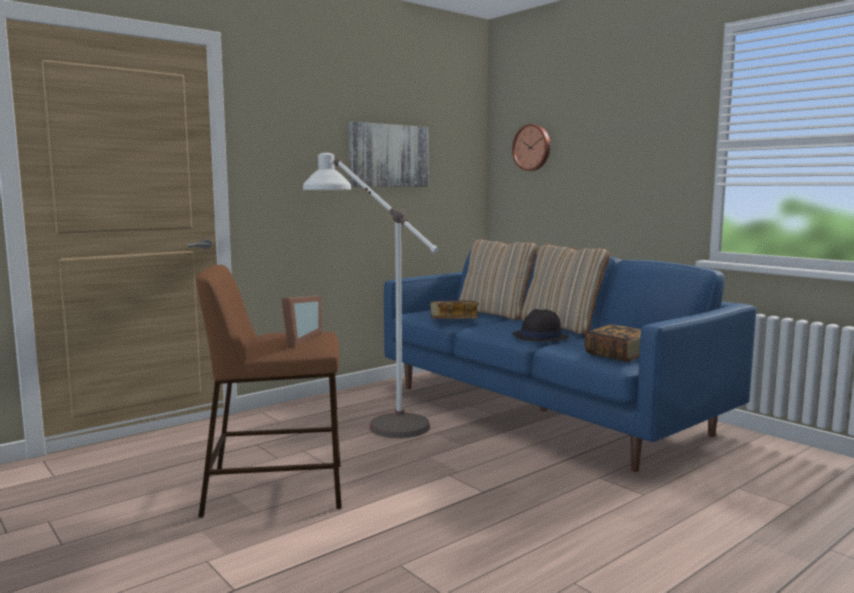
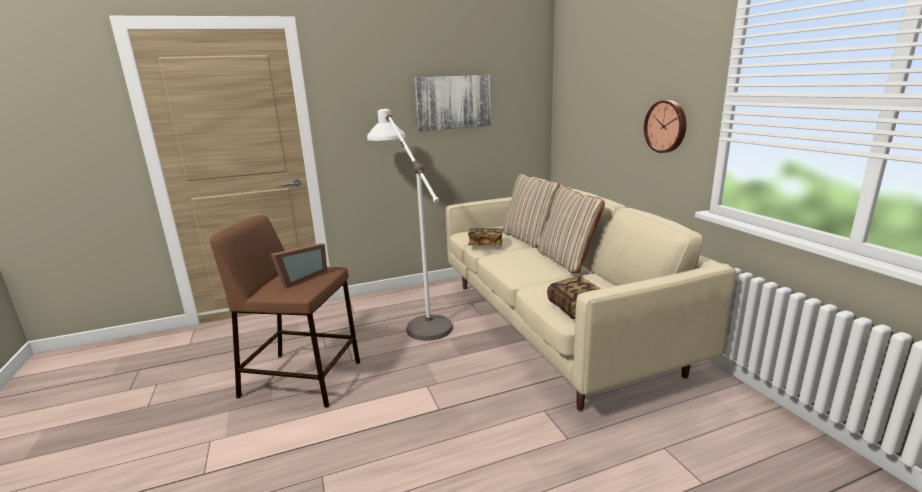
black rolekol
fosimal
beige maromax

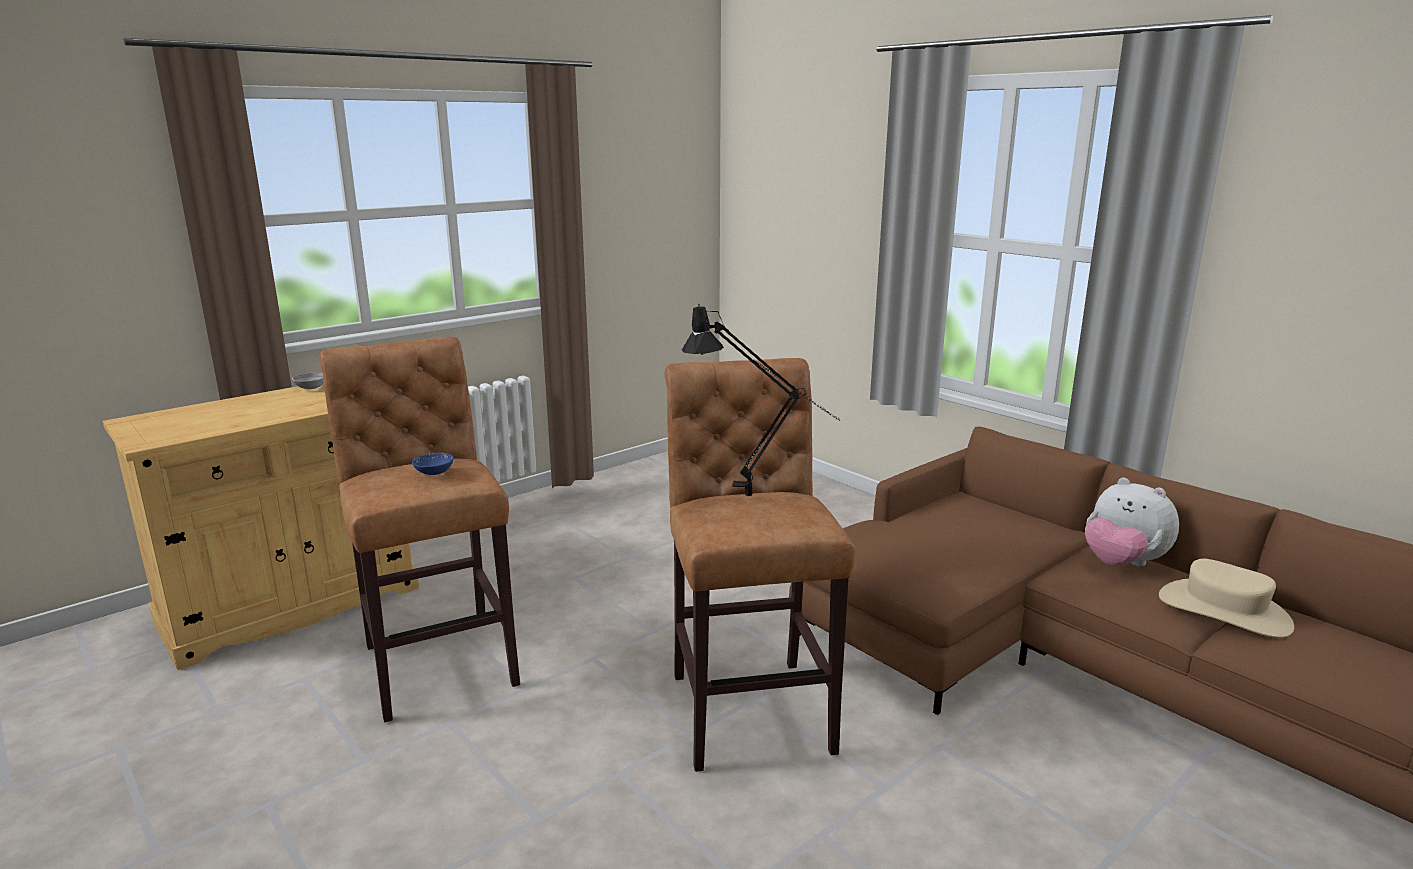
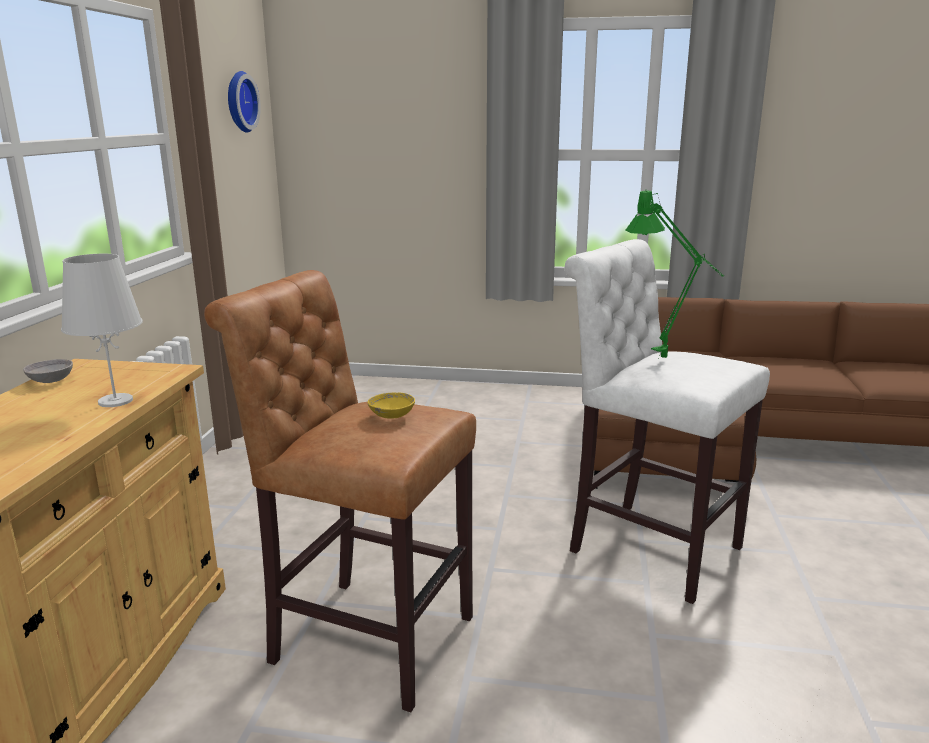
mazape
beige rolekol
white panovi
fosimal
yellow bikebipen
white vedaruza
green panovi

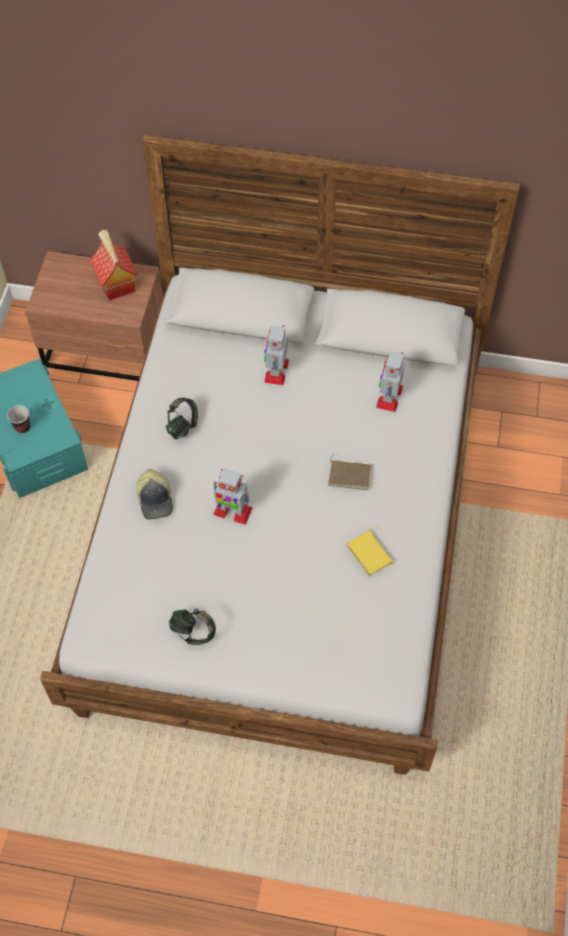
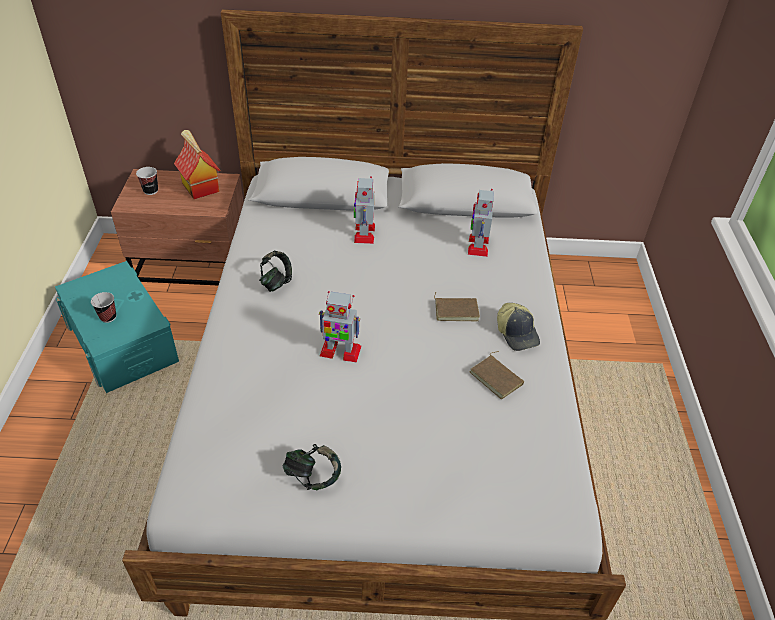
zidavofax (2nd from left)
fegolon
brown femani (2nd from left)

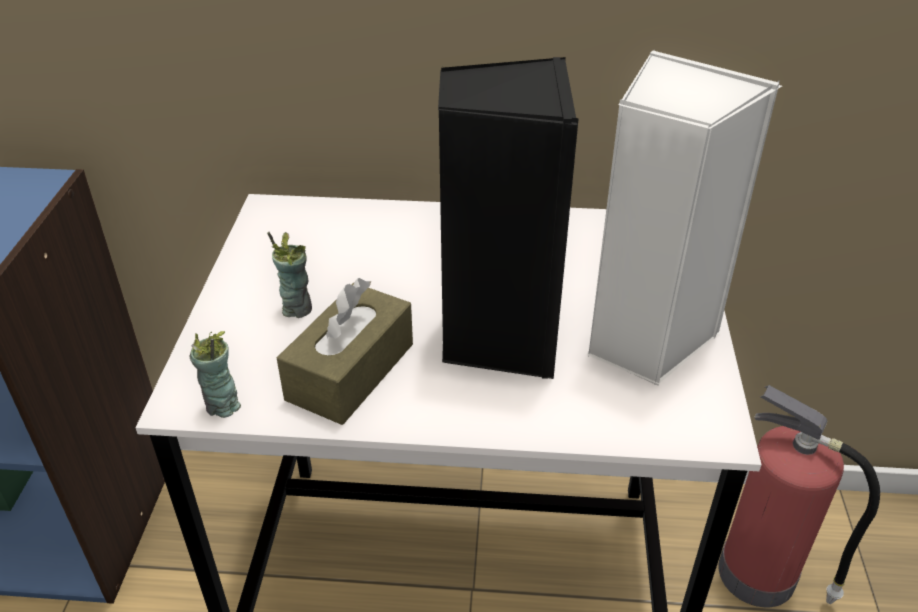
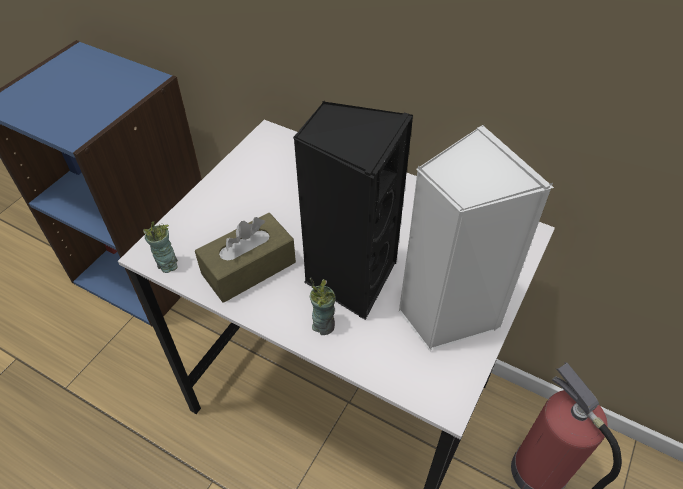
zidavofax (2nd from left)

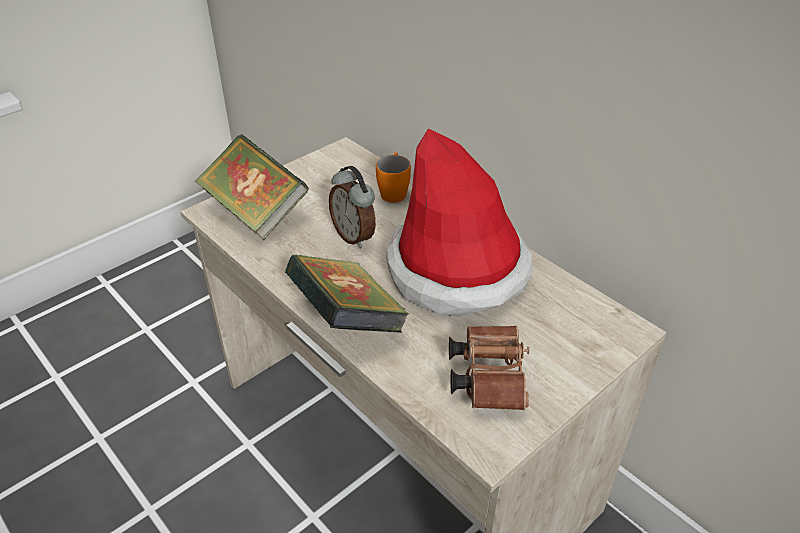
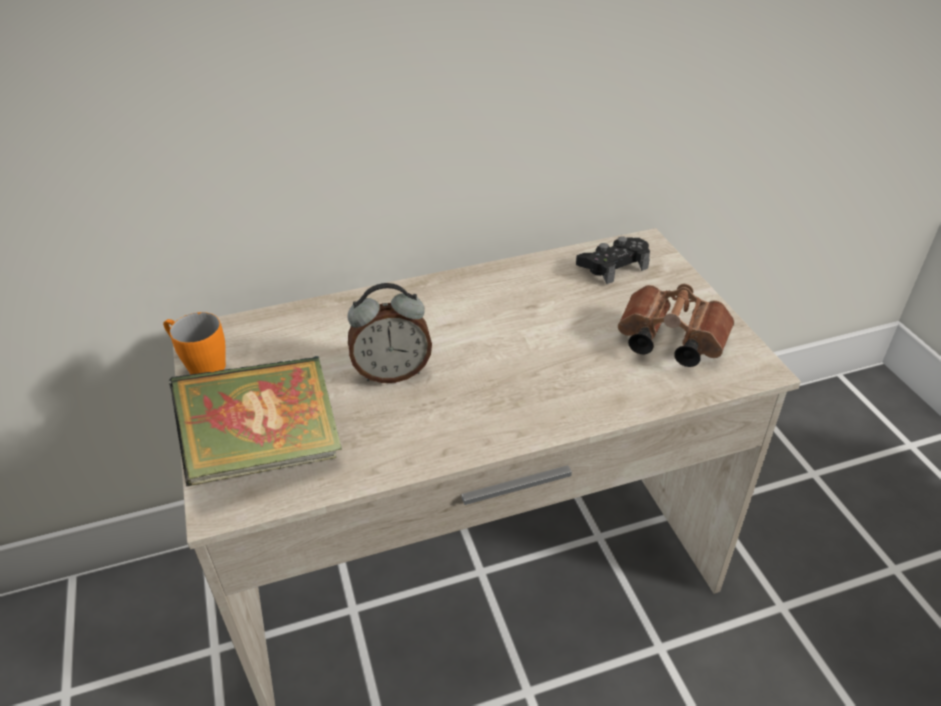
femani (2nd from left in the first image)
rolekol
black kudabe
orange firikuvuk

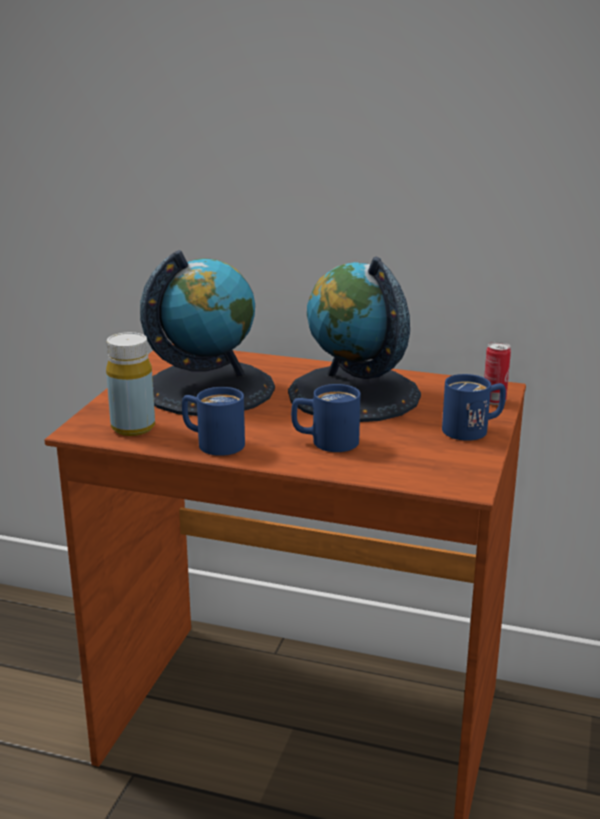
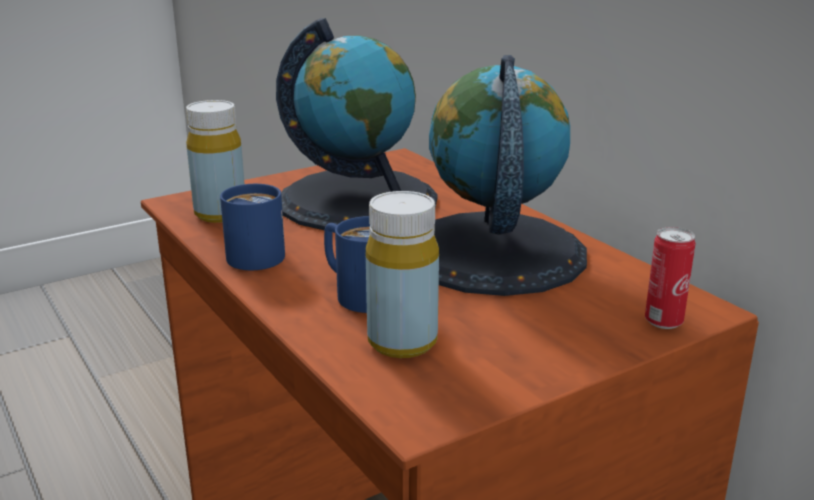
blue firikuvuk (3rd from left in the first image)
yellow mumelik (2nd from left)

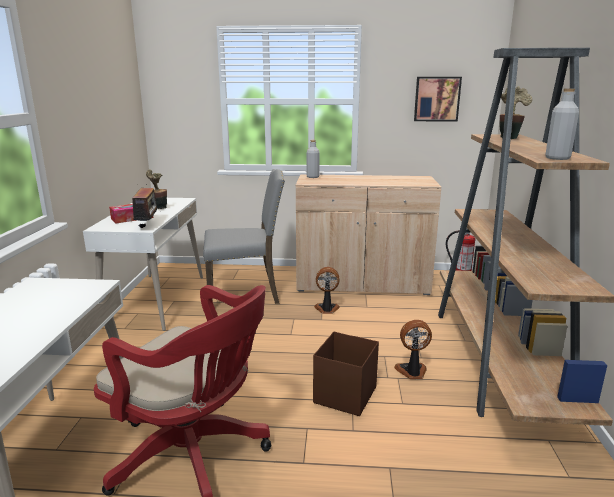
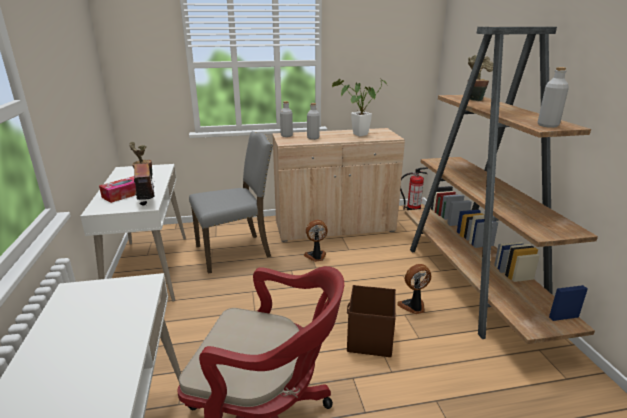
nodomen
grey mumelik (2nd from left)
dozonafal (2nd from left)

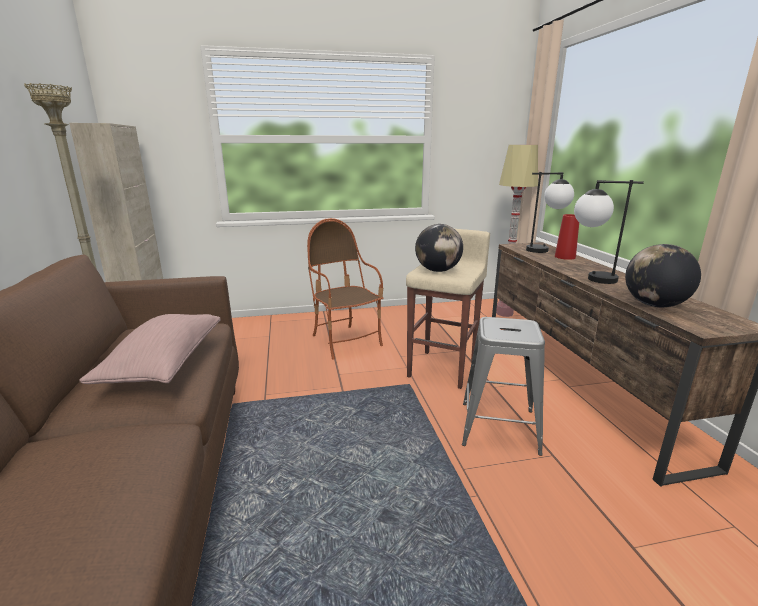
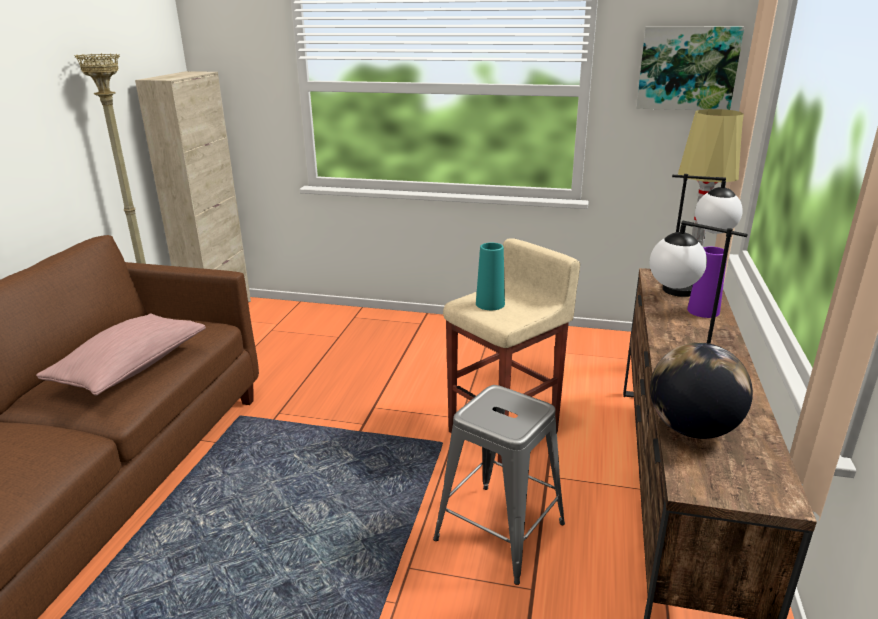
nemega
nodomen
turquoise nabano
purple nabano

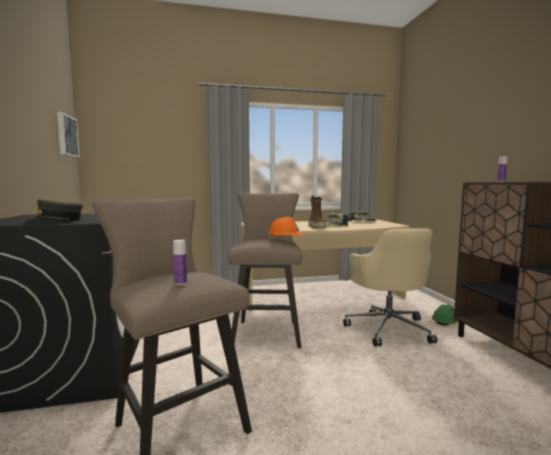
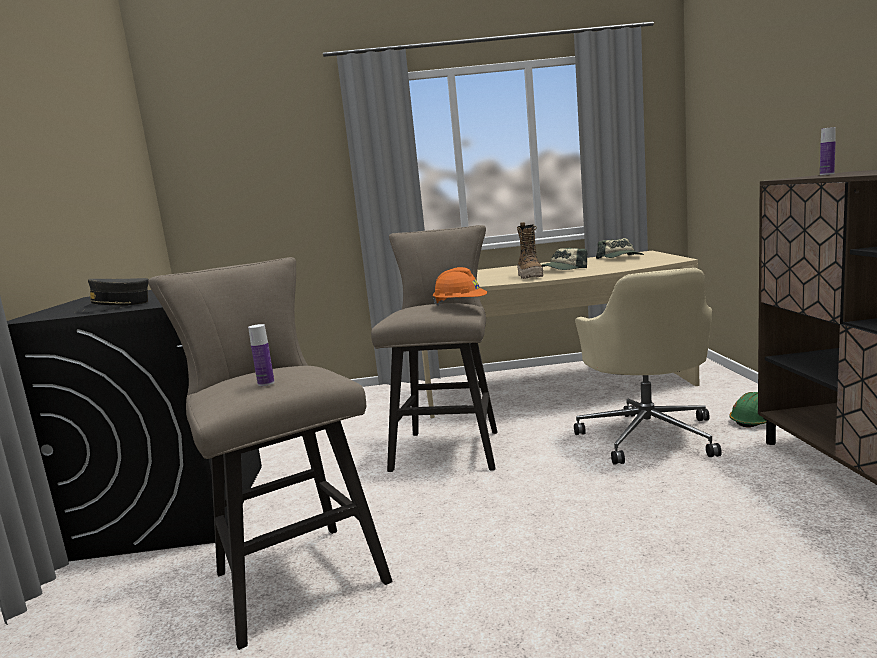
nodomen

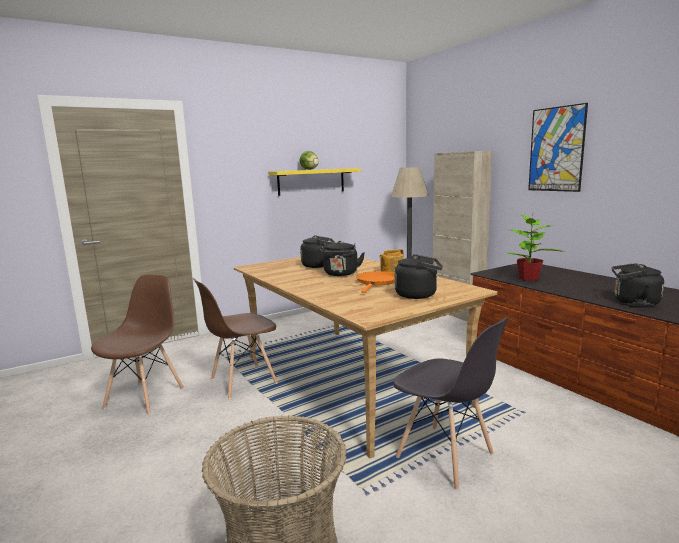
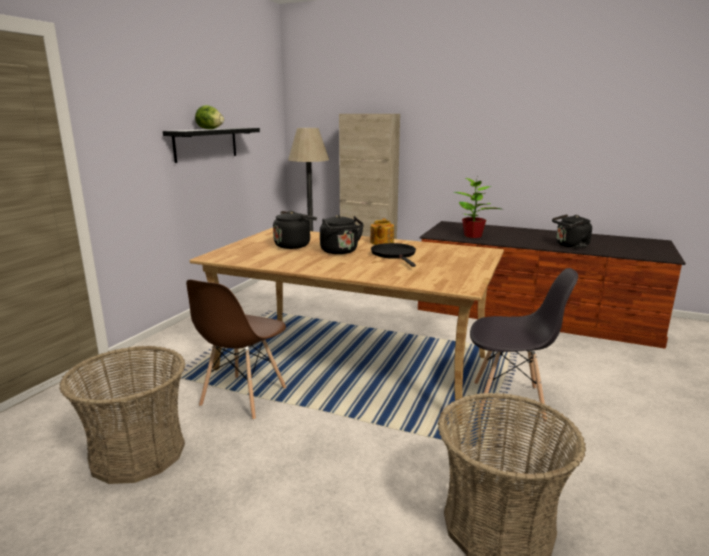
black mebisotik (3rd from left in the first image)
nodomen
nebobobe (1st from left)
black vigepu
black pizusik

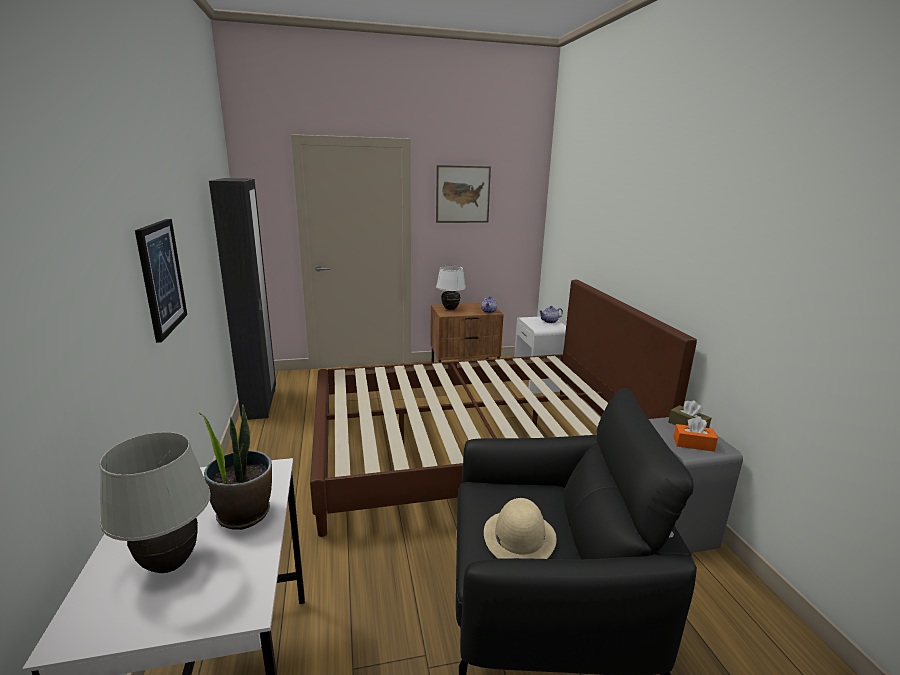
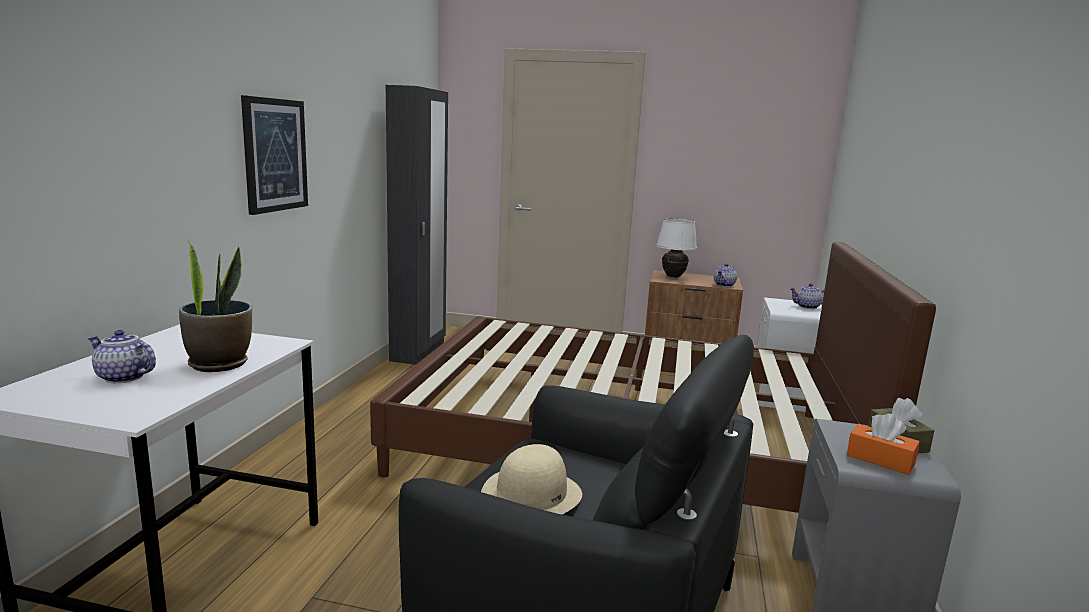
nodomen (2nd from left in the first image)
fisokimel (1st from left)

